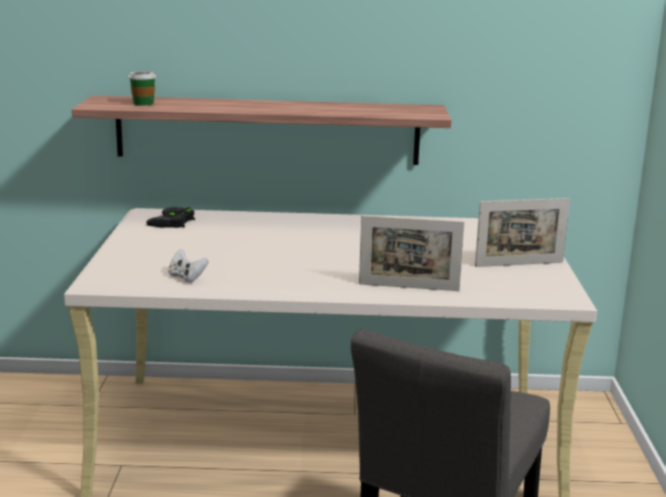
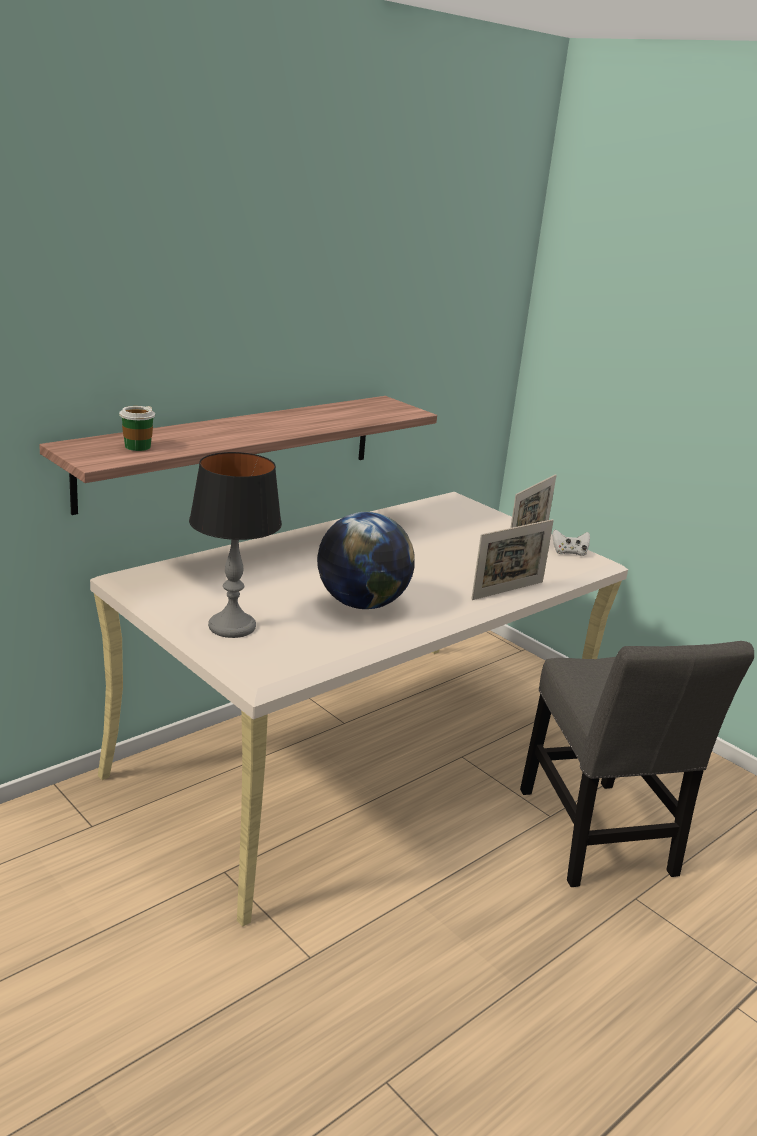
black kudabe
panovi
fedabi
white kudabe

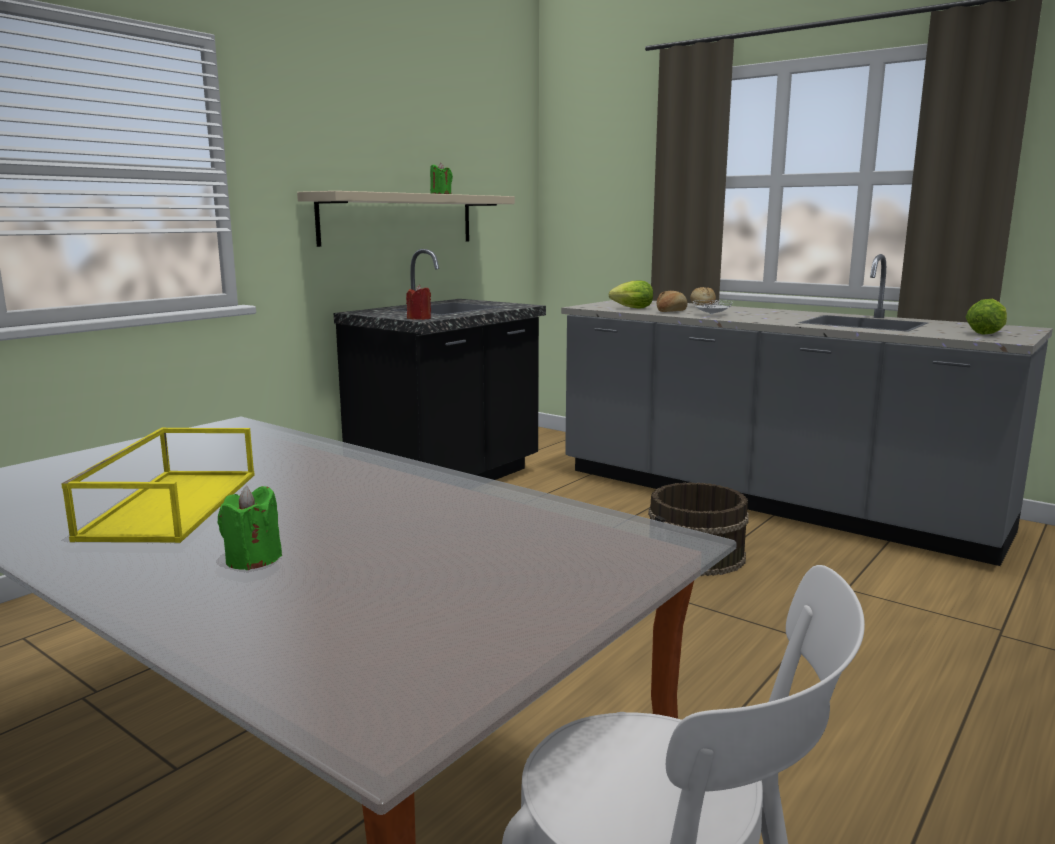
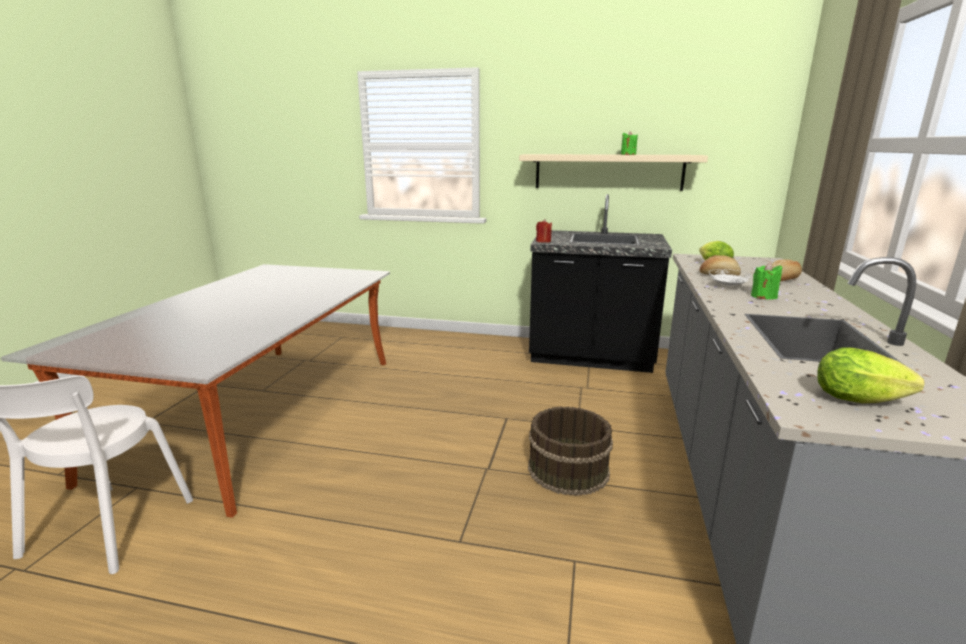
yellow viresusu
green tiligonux (2nd from left)

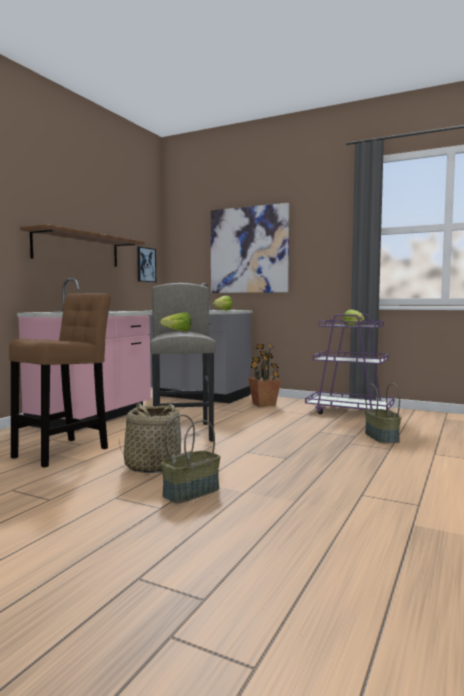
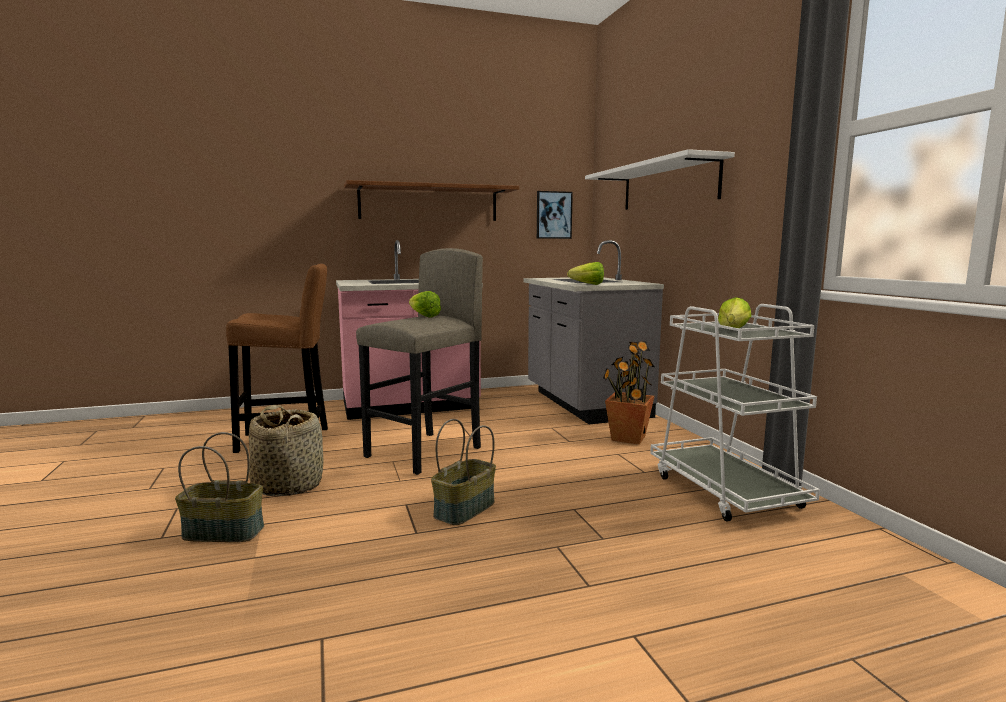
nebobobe (3rd from left)
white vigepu
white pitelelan

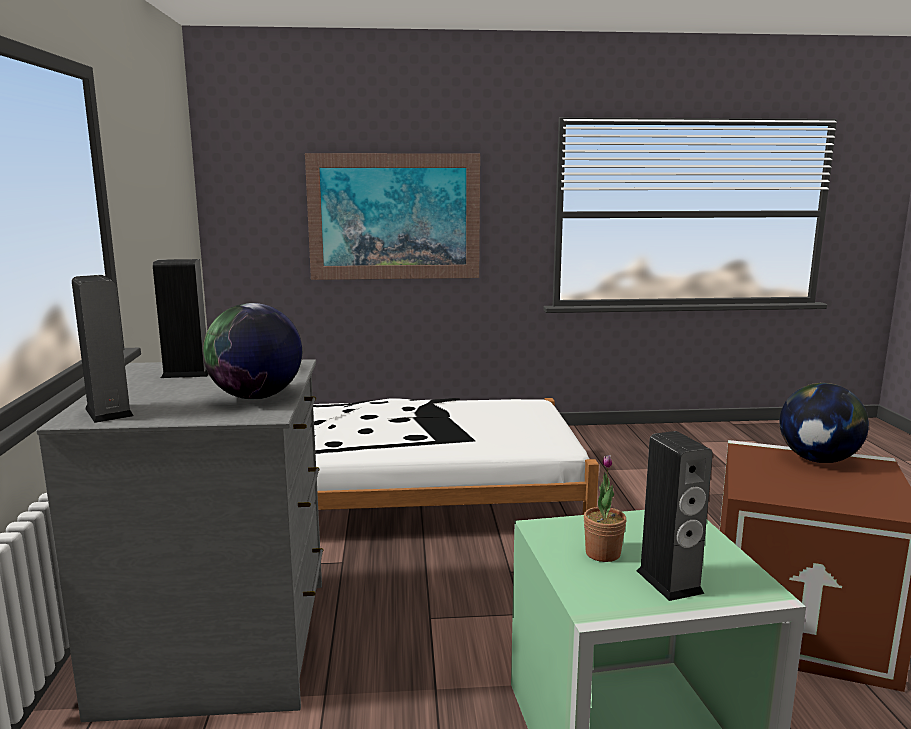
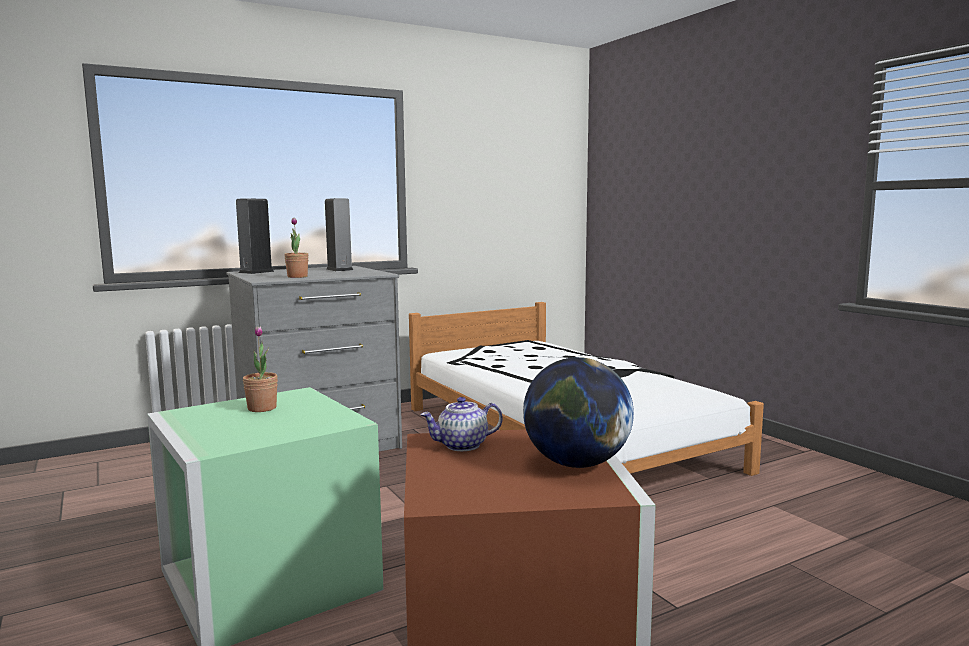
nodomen
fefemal (3rd from left in the first image)
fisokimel
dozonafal (2nd from left)

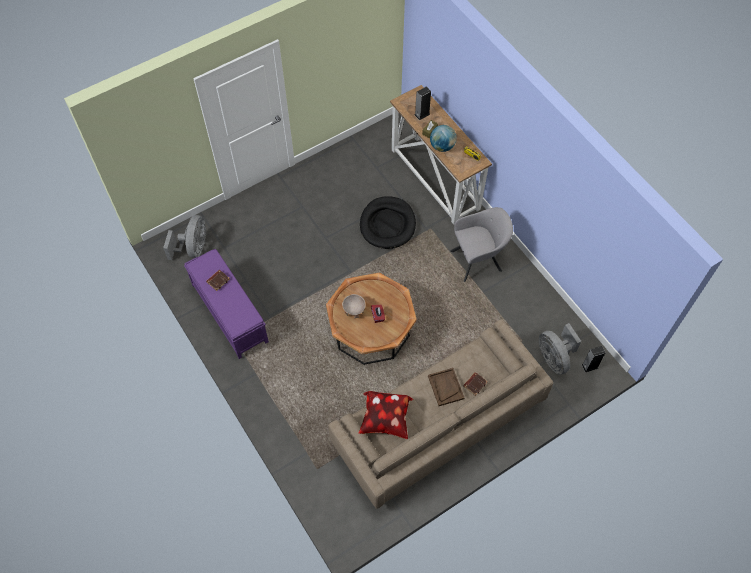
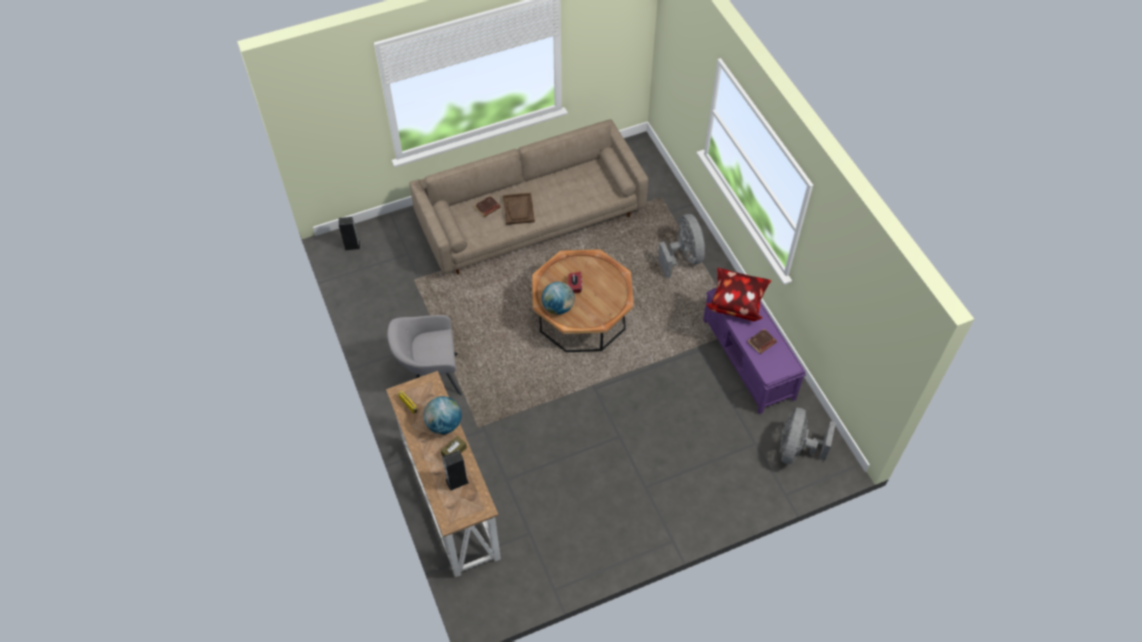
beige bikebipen
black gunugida
fedabi (2nd from left)
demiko
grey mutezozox (1st from left)

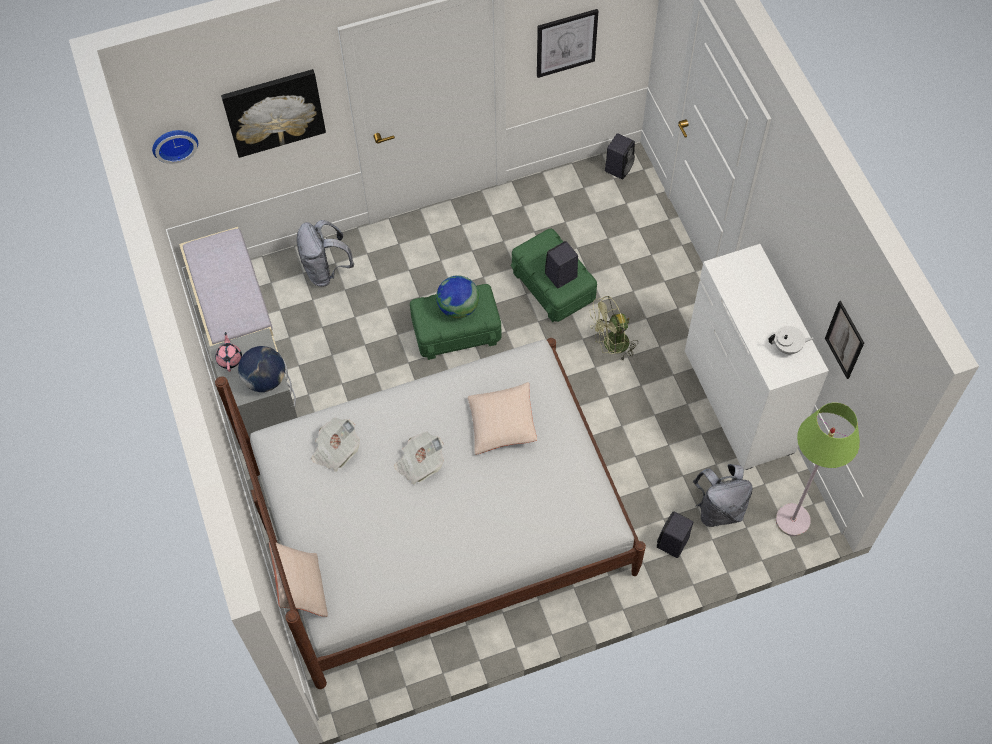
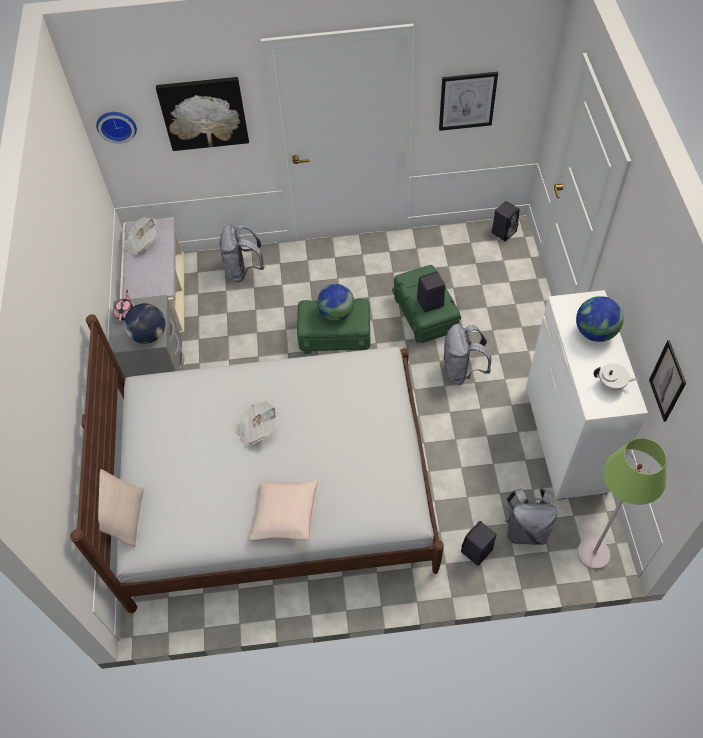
fedabi (3rd from left)
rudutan (1st from left)
beige demiko (2nd from left)
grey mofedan (2nd from left)

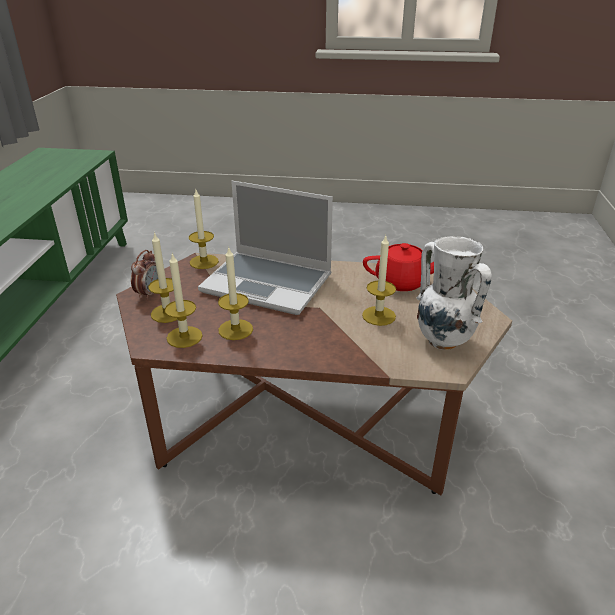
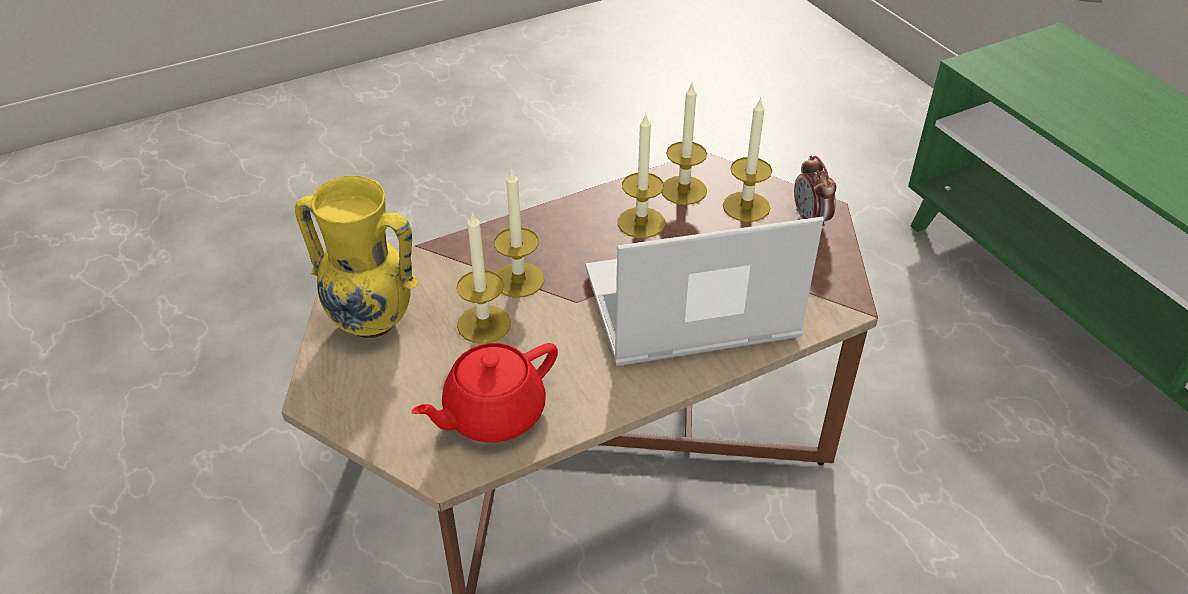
tiligonux (2nd from left)
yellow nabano

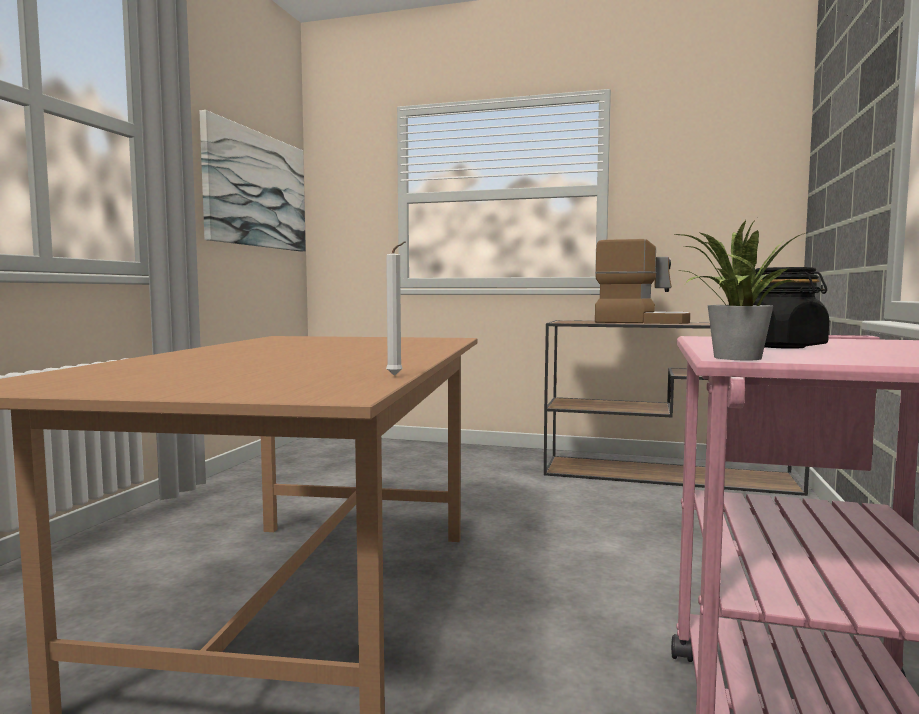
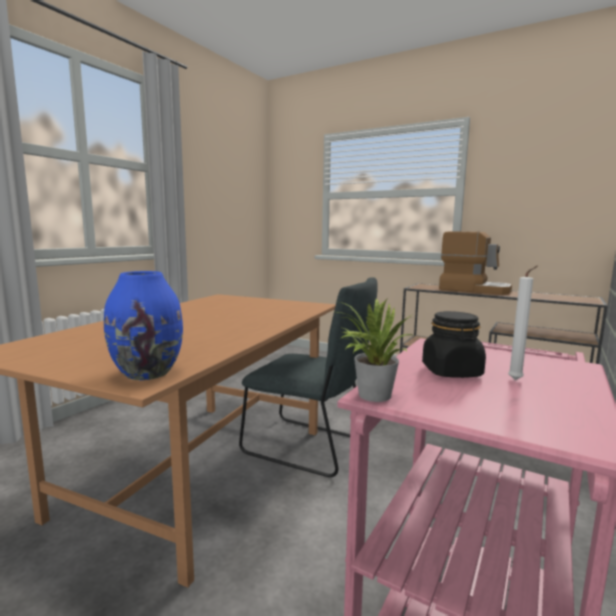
nodomen
blue nabano
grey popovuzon
white tiligonux

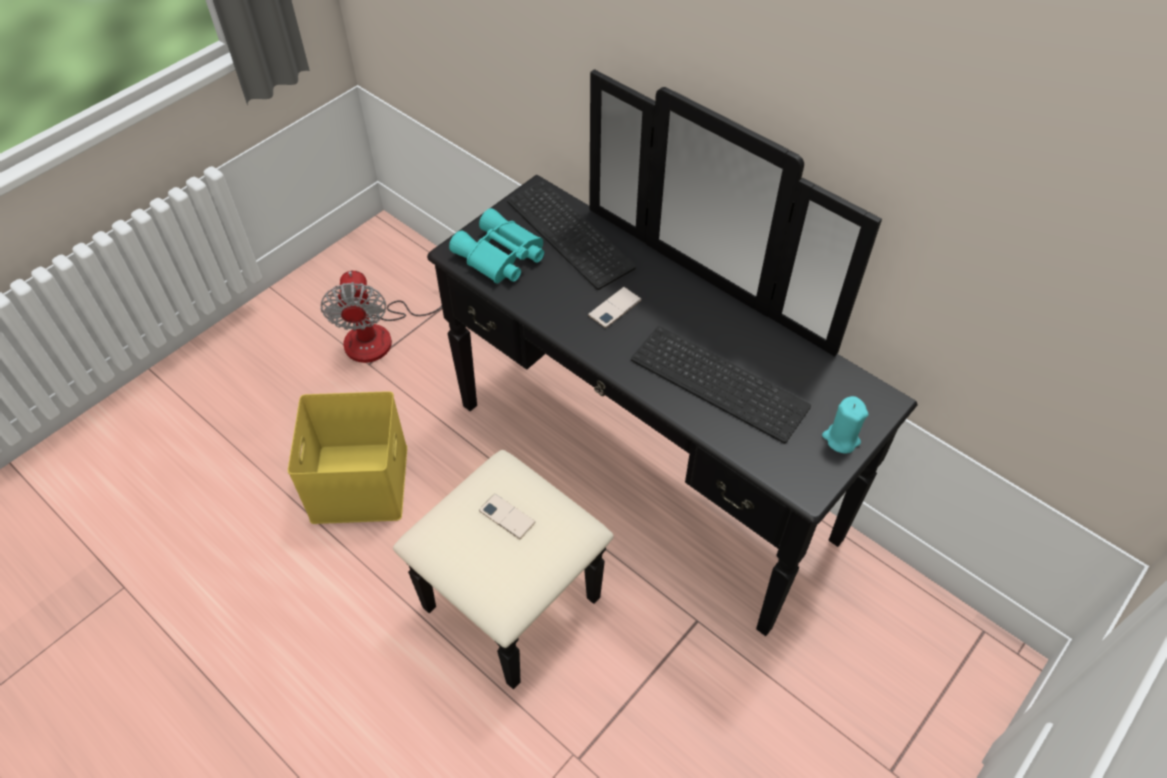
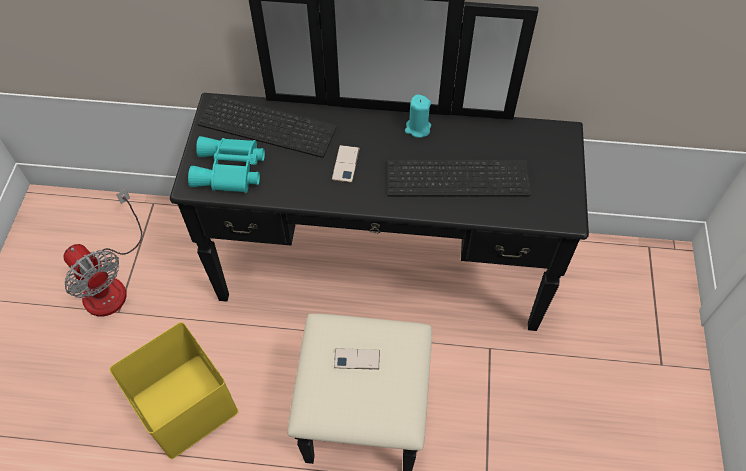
turquoise tiligonux

